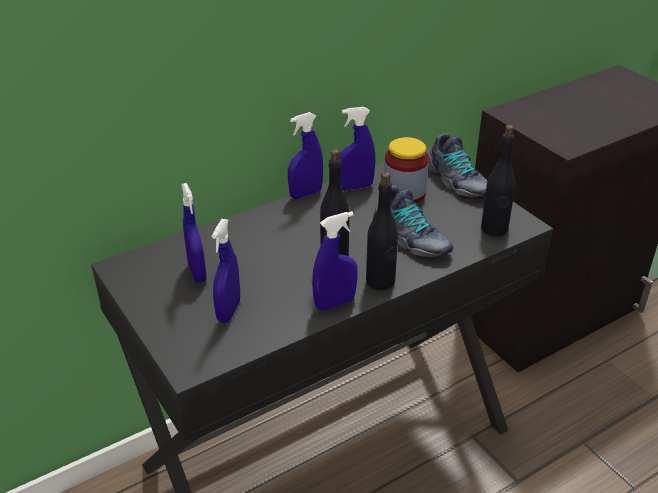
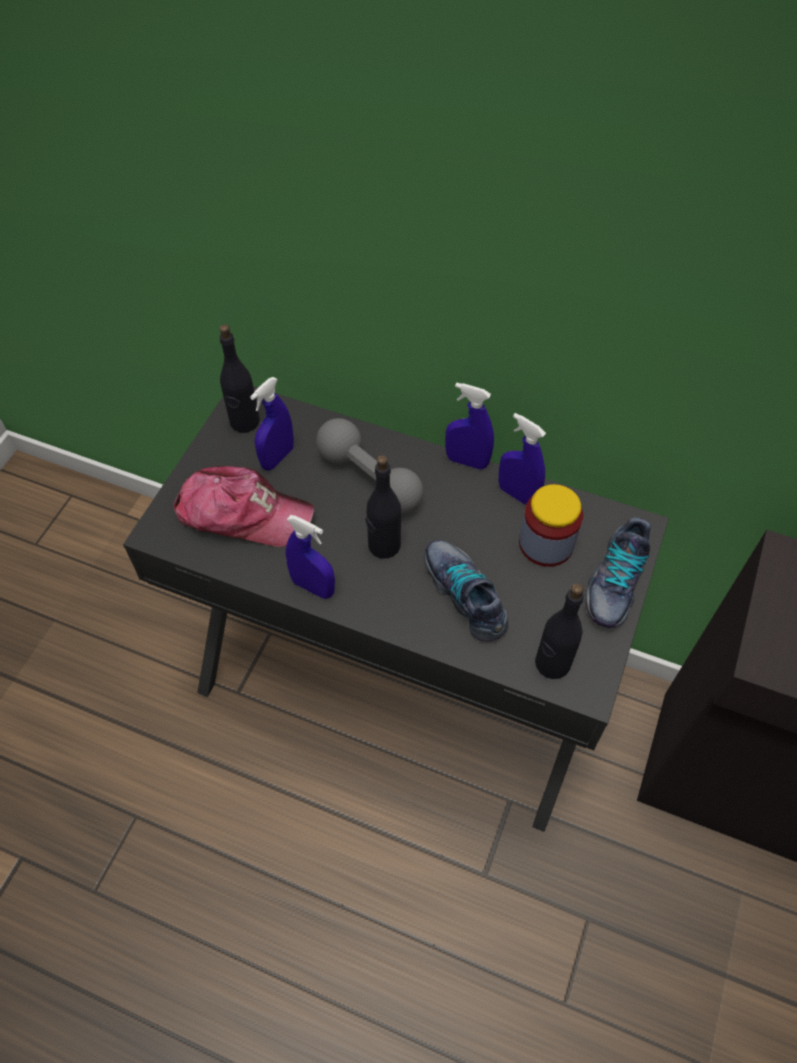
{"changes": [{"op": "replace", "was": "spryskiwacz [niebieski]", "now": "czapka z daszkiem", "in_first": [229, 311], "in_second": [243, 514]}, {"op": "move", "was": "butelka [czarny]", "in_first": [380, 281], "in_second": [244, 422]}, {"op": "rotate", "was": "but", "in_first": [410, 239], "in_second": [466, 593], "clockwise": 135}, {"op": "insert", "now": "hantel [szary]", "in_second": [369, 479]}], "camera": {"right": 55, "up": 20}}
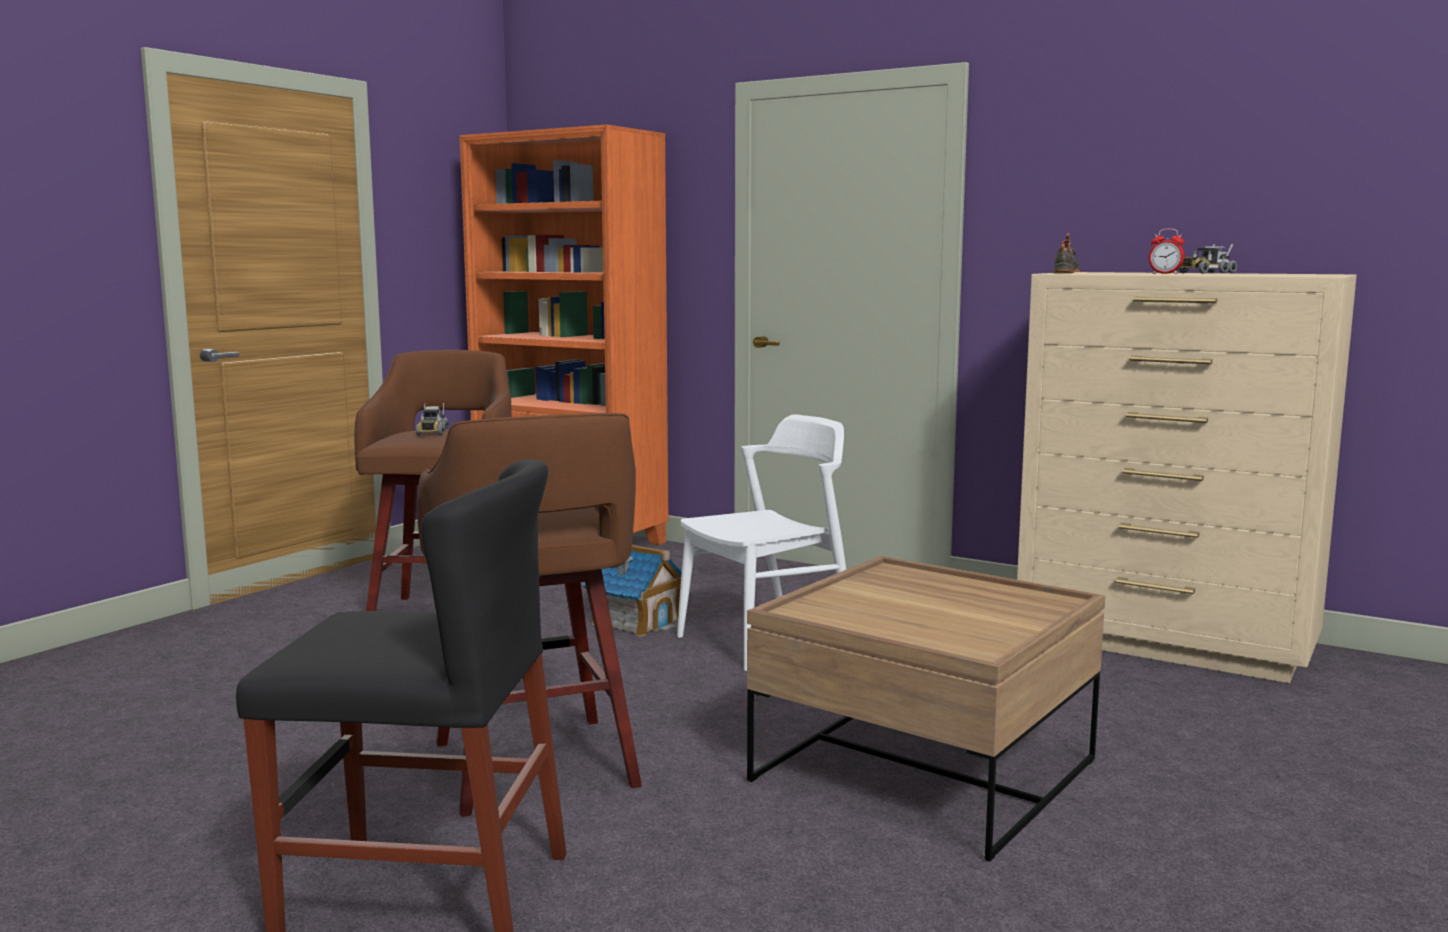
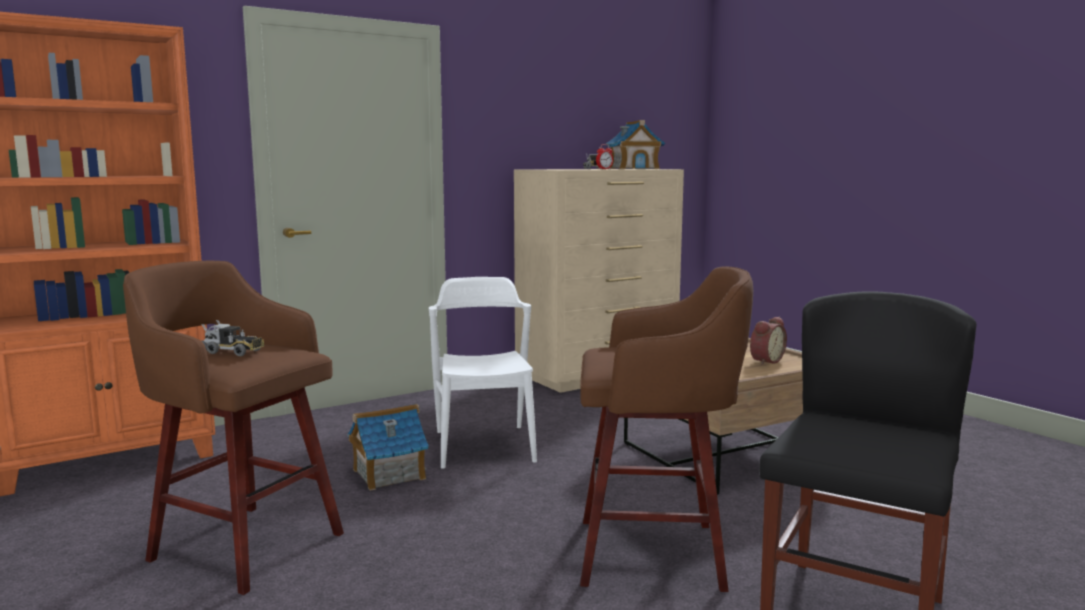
{"changes": [{"op": "delete", "was": "but [czarny]", "in_first": [1066, 273]}, {"op": "insert", "now": "domek", "in_second": [634, 168]}, {"op": "insert", "now": "budzik", "in_second": [765, 361]}], "camera": {"right": -65, "up": 0}}
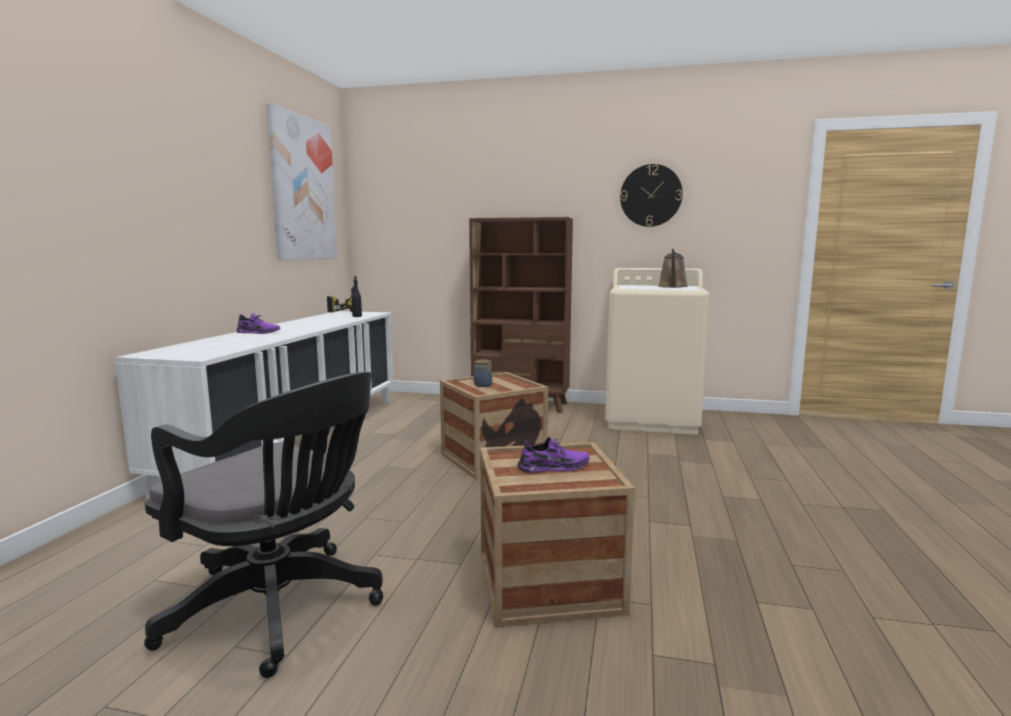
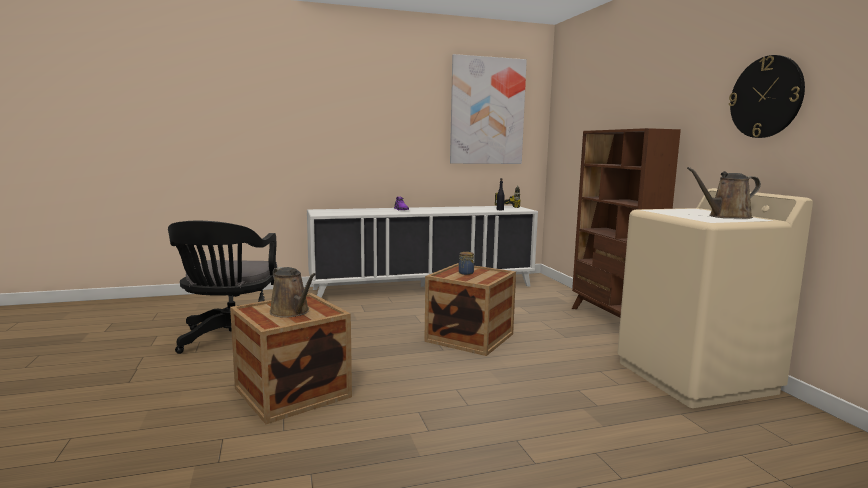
{"changes": [{"op": "replace", "was": "but [fioletowy]", "now": "konewka [brązowy]", "in_first": [554, 467], "in_second": [291, 312]}], "camera": {"right": 60, "up": 0}}
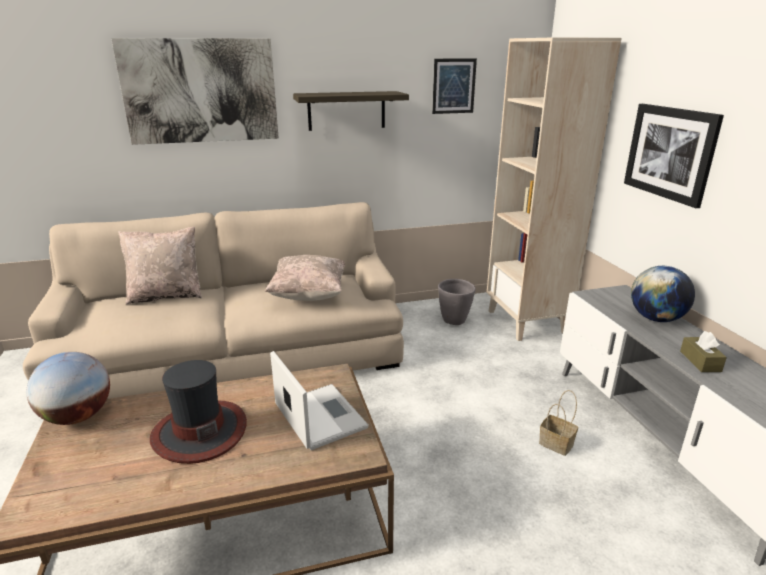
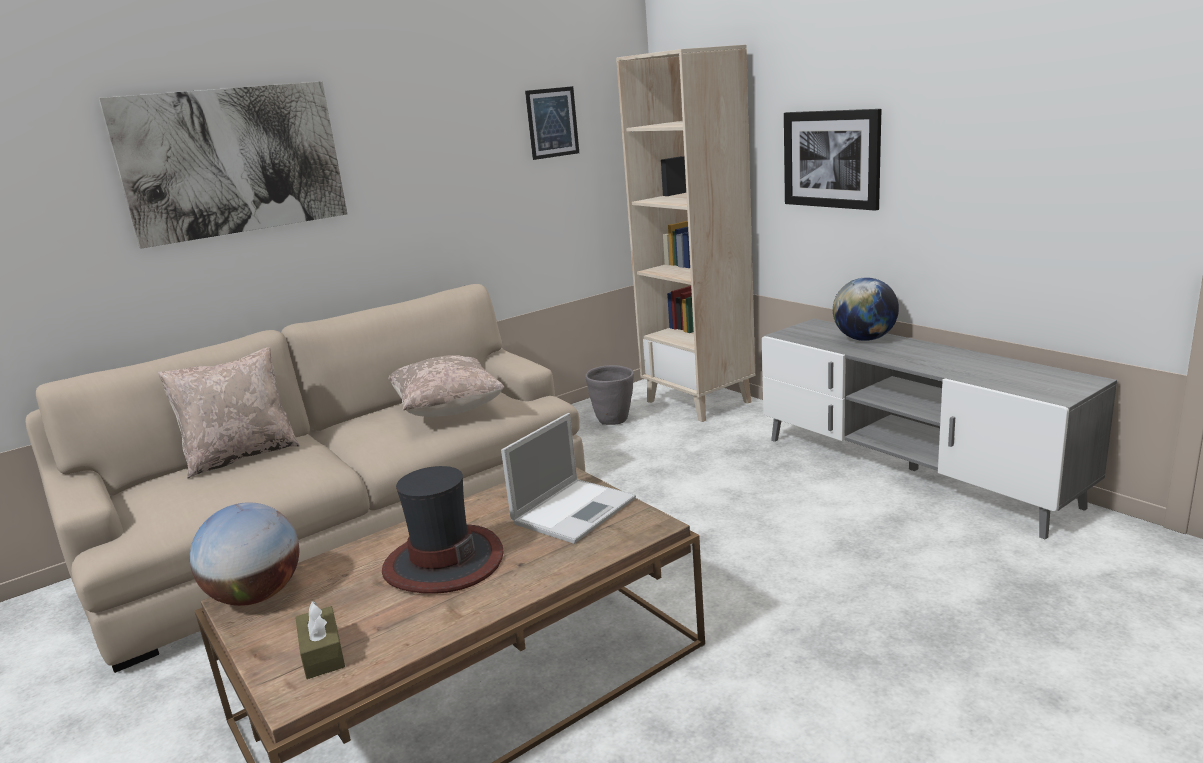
{"changes": [{"op": "rotate", "was": "laptop", "in_first": [319, 415], "in_second": [575, 510], "clockwise": 90}, {"op": "delete", "was": "półka", "in_first": [346, 110]}, {"op": "delete", "was": "koszyk", "in_first": [557, 444]}, {"op": "move", "was": "pudełko chusteczek [brązowy]", "in_first": [700, 361], "in_second": [322, 653]}], "camera": {"right": -20, "up": -5}}
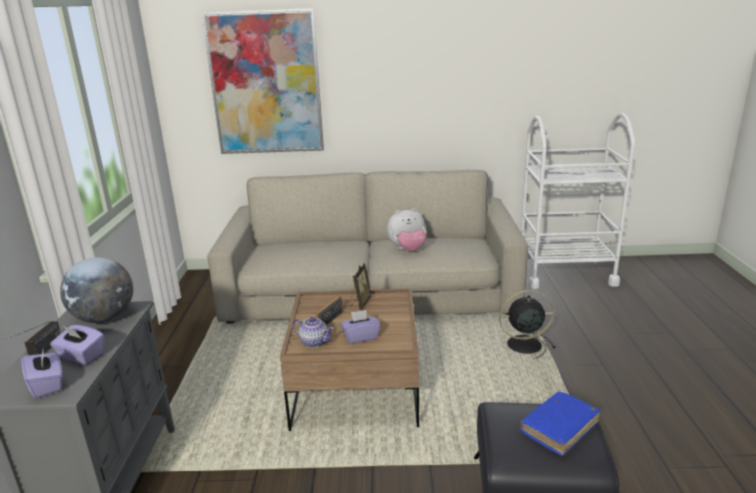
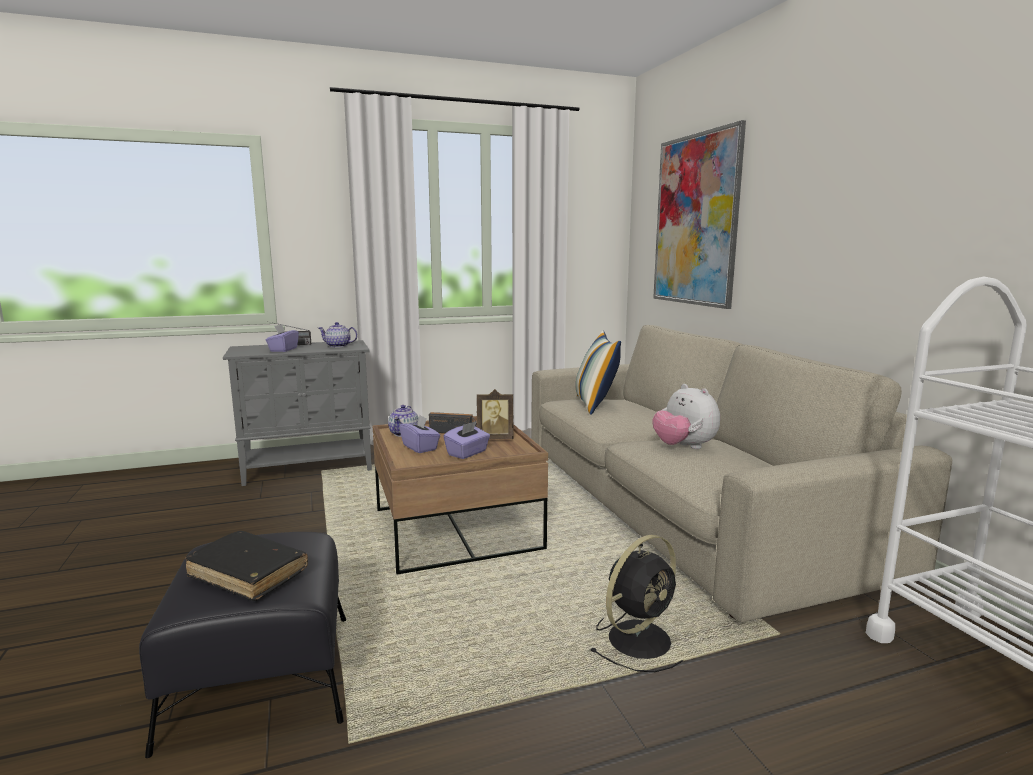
{"changes": [{"op": "move", "was": "pudełko chusteczek [fioletowy]", "in_first": [47, 385], "in_second": [467, 453]}, {"op": "replace", "was": "globus", "now": "imbryk", "in_first": [104, 318], "in_second": [338, 346]}, {"op": "rotate", "was": "wentylator [czarny]", "in_first": [522, 345], "in_second": [641, 639], "clockwise": 75}, {"op": "recolor", "was": "książka [niebieski]", "now": "książka [czarny]", "in_first": [559, 428], "in_second": [248, 574]}, {"op": "insert", "now": "poduszka", "in_second": [595, 404]}], "camera": {"right": 70, "up": -10}}
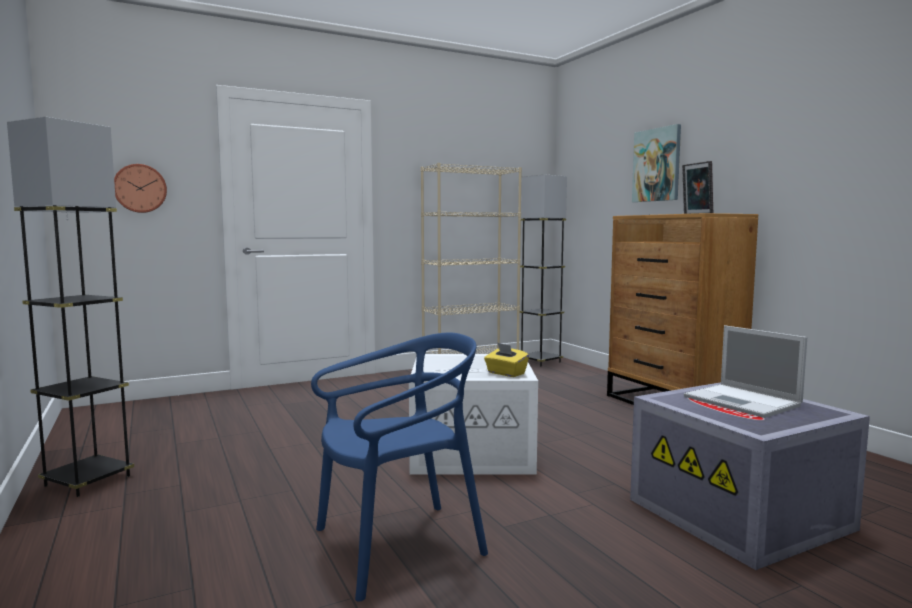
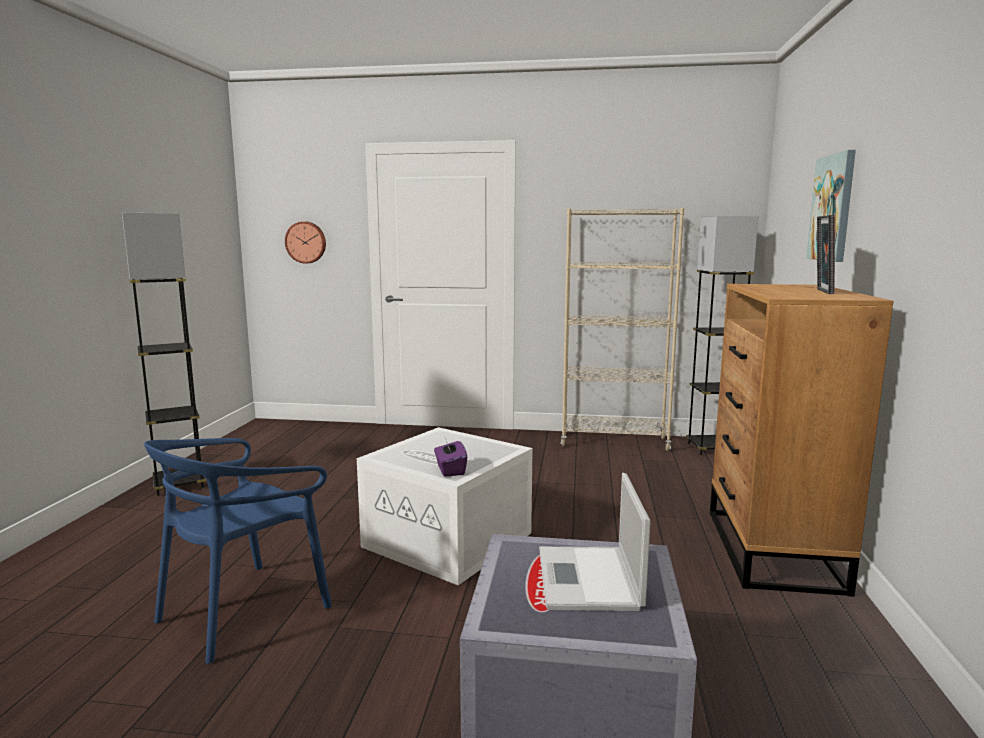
{"changes": [{"op": "rotate", "was": "krzesło [niebieski]", "in_first": [398, 546], "in_second": [243, 610], "clockwise": 120}, {"op": "recolor", "was": "pudełko chusteczek [żółty]", "now": "pudełko chusteczek [fioletowy]", "in_first": [506, 373], "in_second": [450, 470]}], "camera": {"right": 35, "up": 5}}
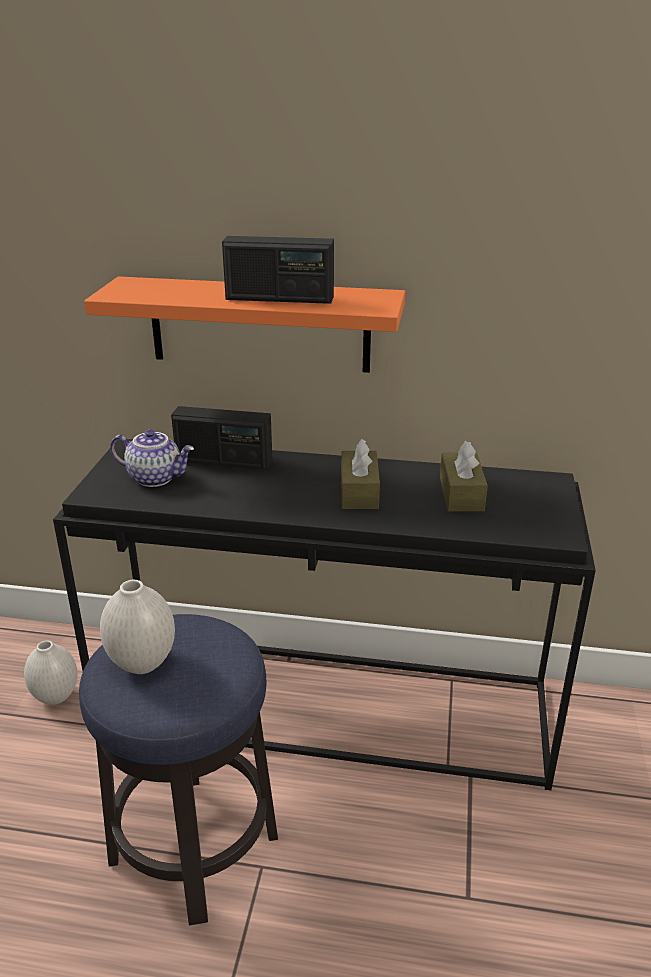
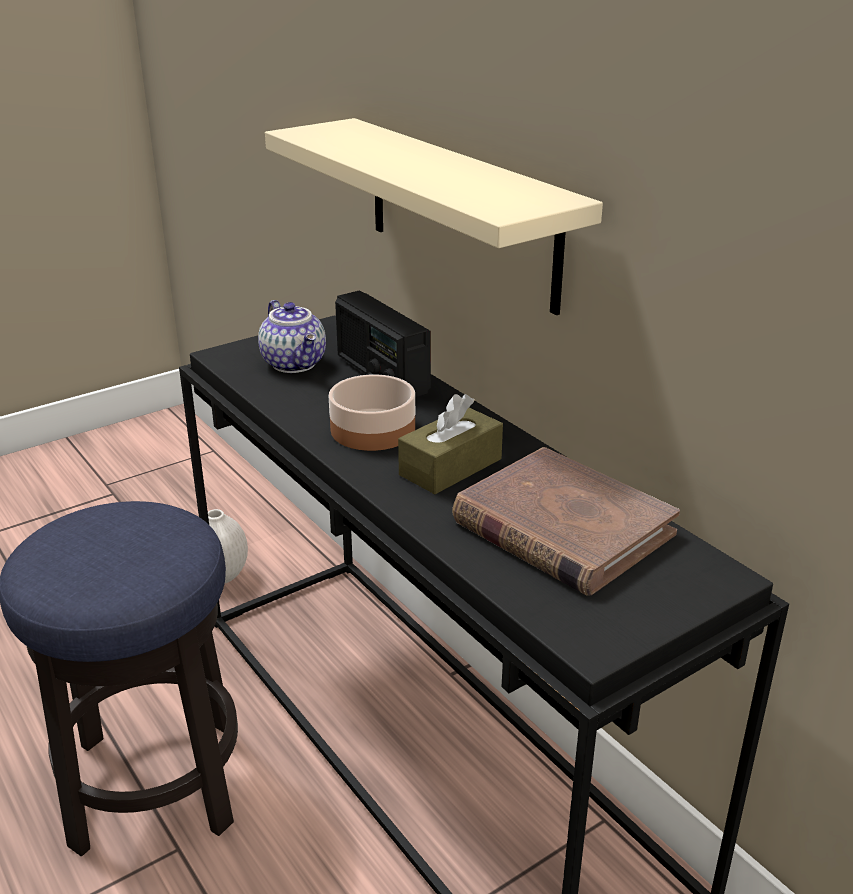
{"changes": [{"op": "recolor", "was": "półka [pomarańczowy]", "now": "półka [beżowy]", "in_first": [259, 324], "in_second": [460, 212]}, {"op": "delete", "was": "wazon [biały]", "in_first": [142, 664]}, {"op": "delete", "was": "radio", "in_first": [279, 298]}, {"op": "replace", "was": "pudełko chusteczek [brązowy]", "now": "książka [brązowy]", "in_first": [461, 494], "in_second": [561, 528]}, {"op": "insert", "now": "miska", "in_second": [373, 429]}], "camera": {"right": 45, "up": 0}}
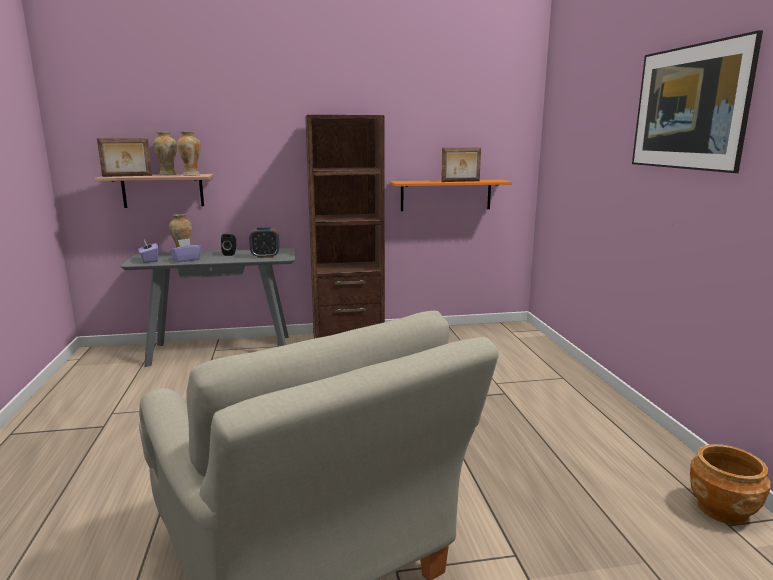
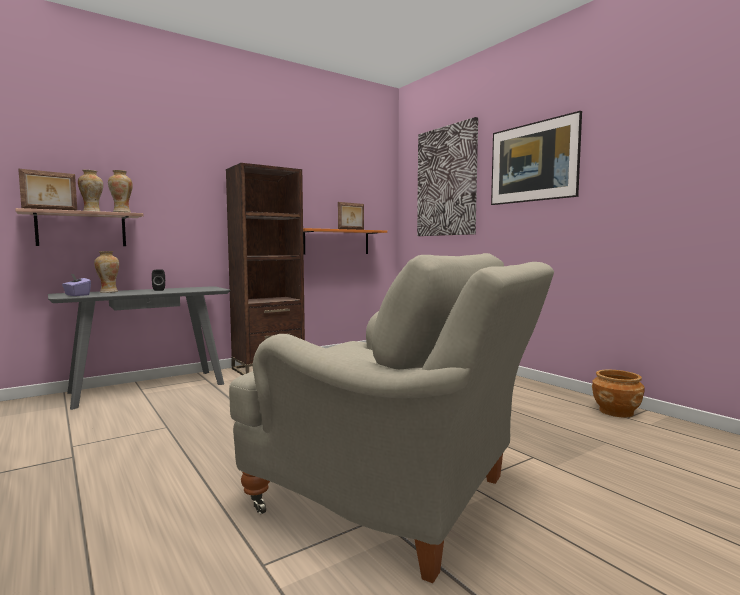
{"changes": [{"op": "delete", "was": "pudełko chusteczek [fioletowy]", "in_first": [186, 260]}, {"op": "delete", "was": "budzik", "in_first": [265, 256]}, {"op": "insert", "now": "obraz", "in_second": [446, 181]}], "camera": {"right": -25, "up": -10}}
